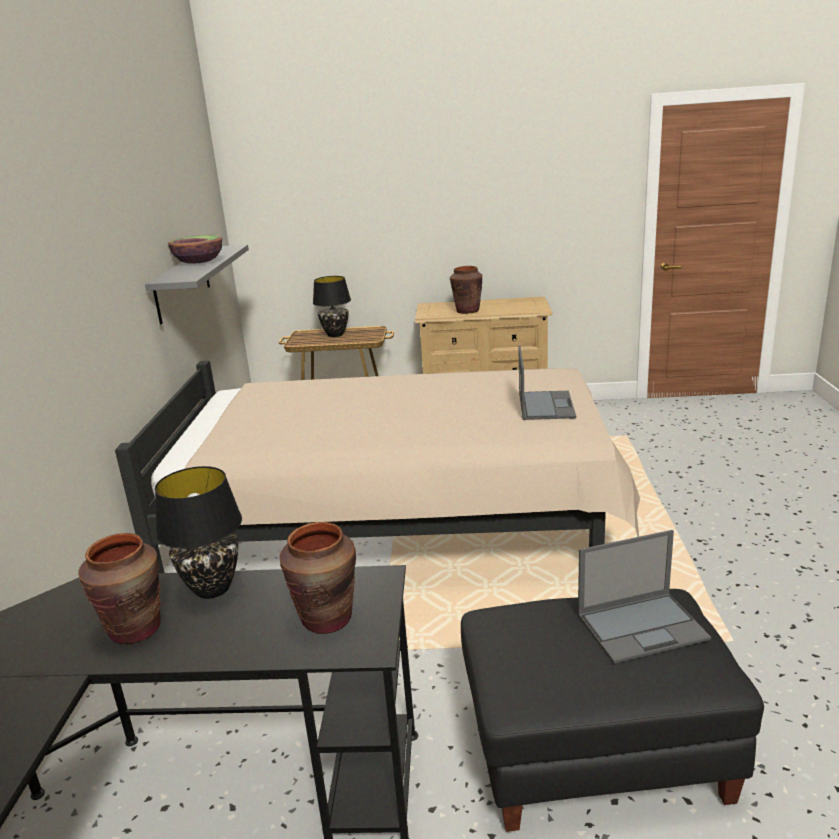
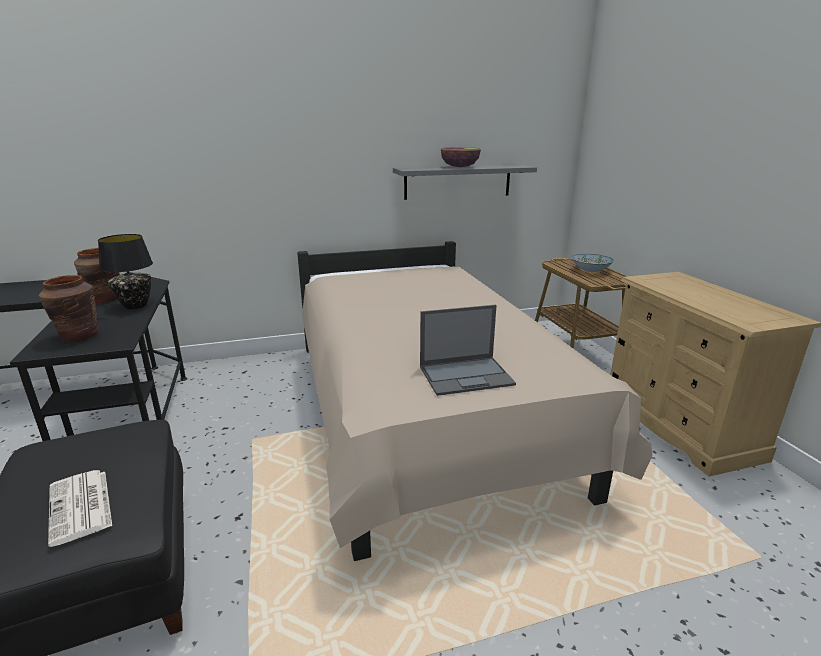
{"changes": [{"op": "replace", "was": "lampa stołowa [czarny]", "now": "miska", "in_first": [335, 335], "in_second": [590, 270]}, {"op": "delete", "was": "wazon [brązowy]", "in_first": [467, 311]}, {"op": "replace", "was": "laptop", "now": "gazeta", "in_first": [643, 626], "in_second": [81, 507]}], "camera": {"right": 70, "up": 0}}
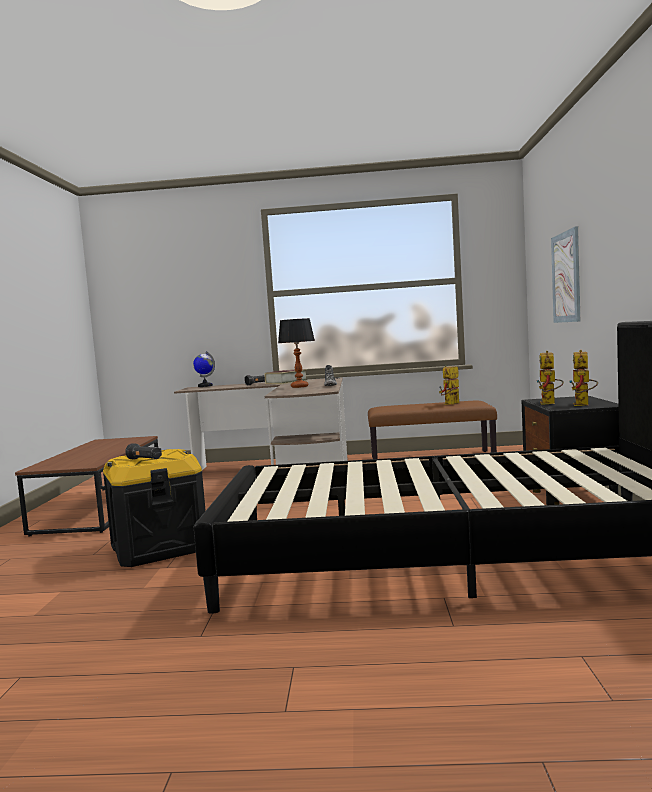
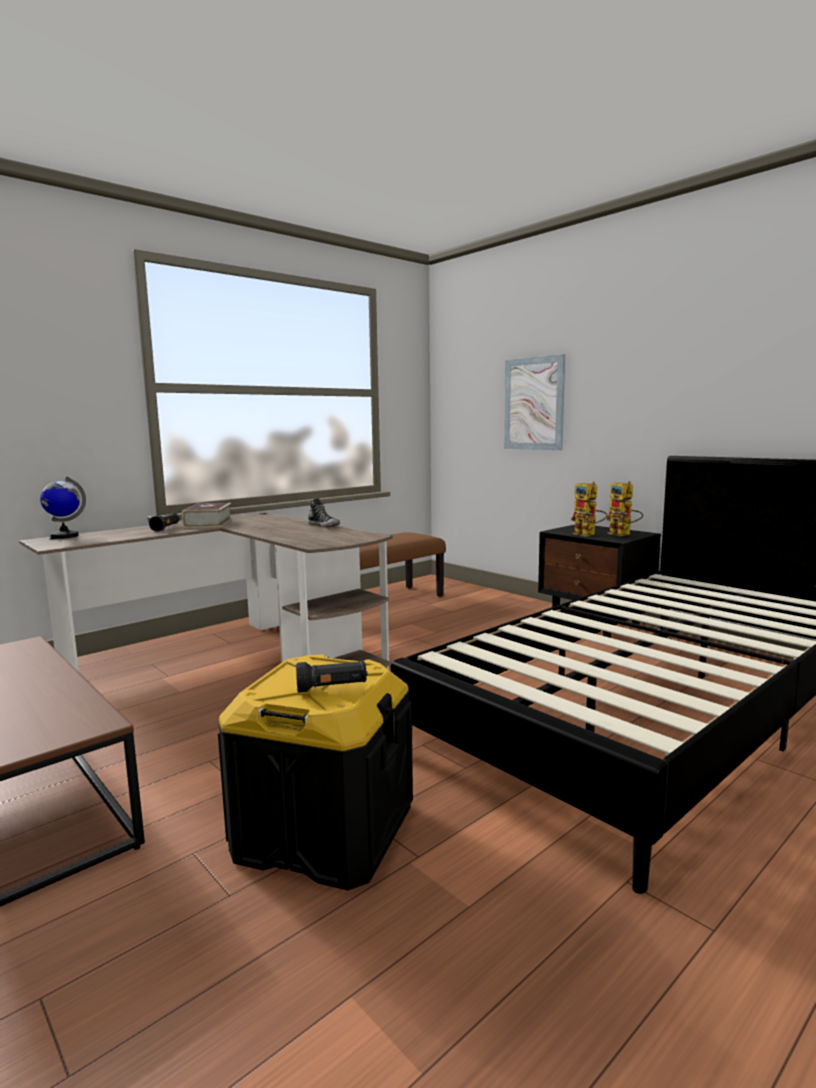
{"changes": [{"op": "delete", "was": "lampa stołowa", "in_first": [299, 386]}, {"op": "delete", "was": "robot zabawkowy", "in_first": [450, 404]}], "camera": {"right": -45, "up": 5}}
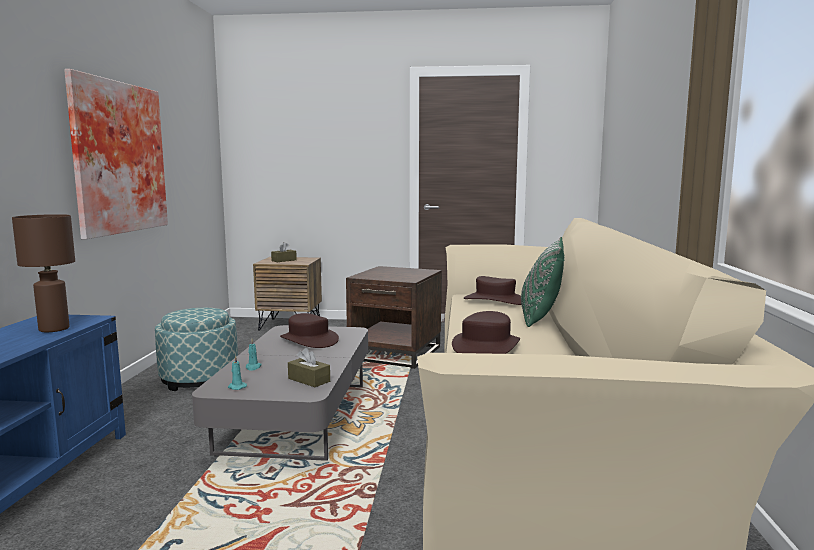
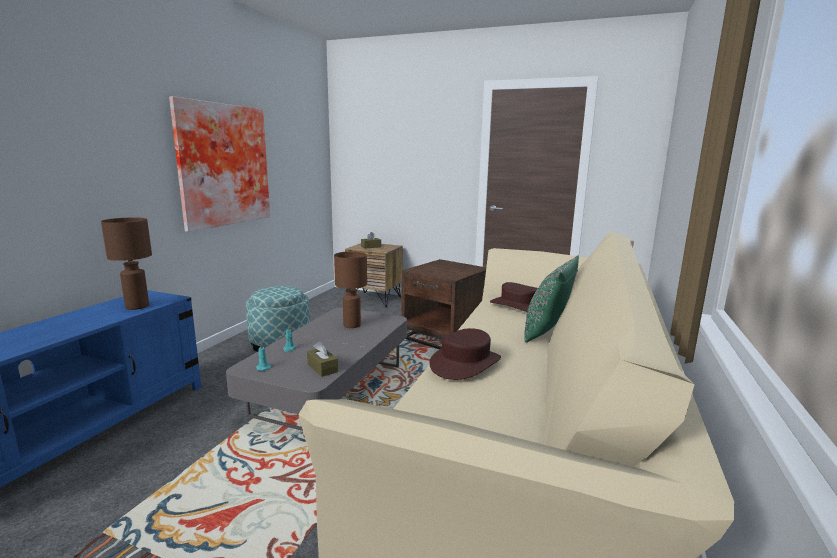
{"changes": [{"op": "replace", "was": "kapelusz [brązowy]", "now": "lampa stołowa [brązowy]", "in_first": [308, 340], "in_second": [351, 325]}], "camera": {"right": 15, "up": 5}}
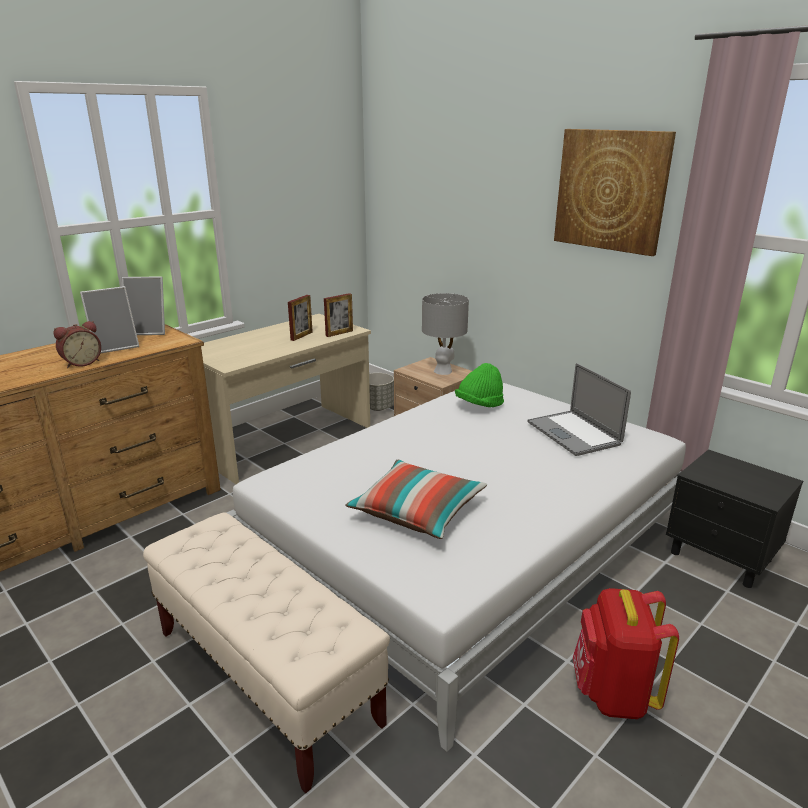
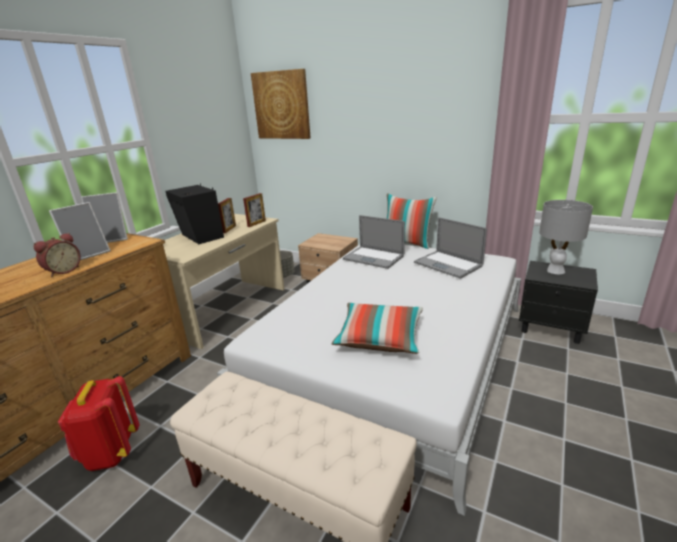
{"changes": [{"op": "move", "was": "lampa stołowa [szary]", "in_first": [443, 371], "in_second": [555, 270]}, {"op": "replace", "was": "kapelusz [zielony]", "now": "laptop", "in_first": [479, 405], "in_second": [373, 257]}, {"op": "move", "was": "obraz", "in_first": [611, 190], "in_second": [281, 105]}, {"op": "move", "was": "plecak [czerwony]", "in_first": [613, 694], "in_second": [110, 453]}, {"op": "insert", "now": "głośnik [czarny]", "in_second": [200, 237]}, {"op": "insert", "now": "poduszka", "in_second": [407, 243]}], "camera": {"right": -15, "up": 0}}
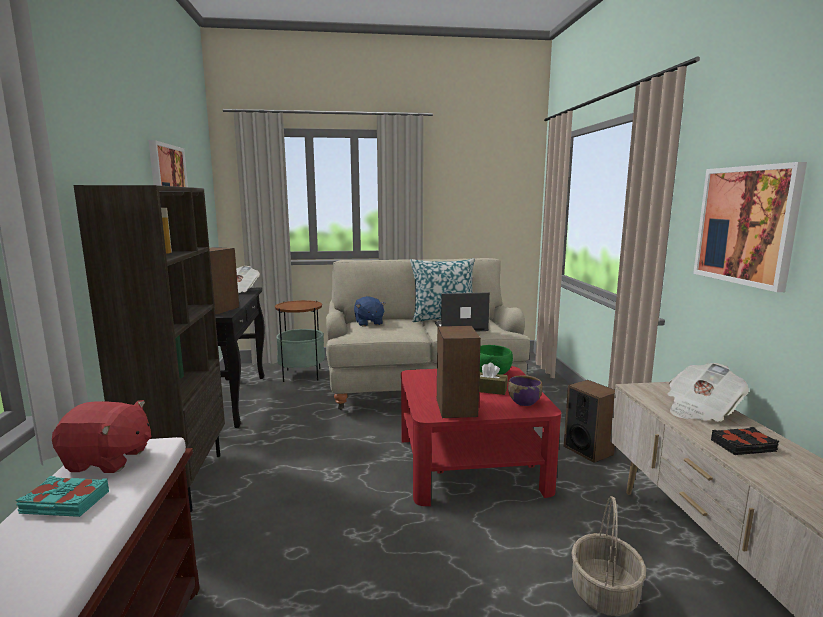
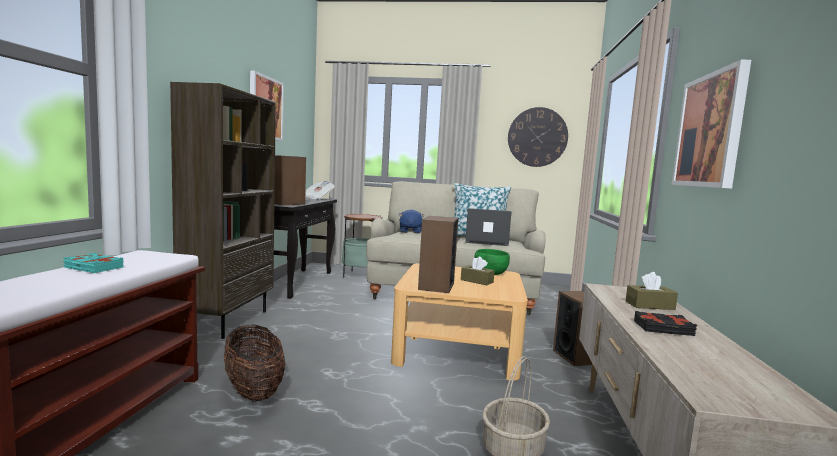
{"changes": [{"op": "delete", "was": "pluszak [czerwony]", "in_first": [108, 460]}, {"op": "recolor", "was": "ława [czerwony]", "now": "ława [beżowy]", "in_first": [471, 463], "in_second": [458, 347]}, {"op": "delete", "was": "miska [fioletowy]", "in_first": [524, 402]}, {"op": "replace", "was": "gazeta", "now": "pudełko chusteczek [brązowy]", "in_first": [700, 410], "in_second": [649, 305]}, {"op": "insert", "now": "koszyk", "in_second": [253, 390]}, {"op": "insert", "now": "zegar ścienny", "in_second": [537, 137]}], "camera": {"right": 15, "up": -5}}
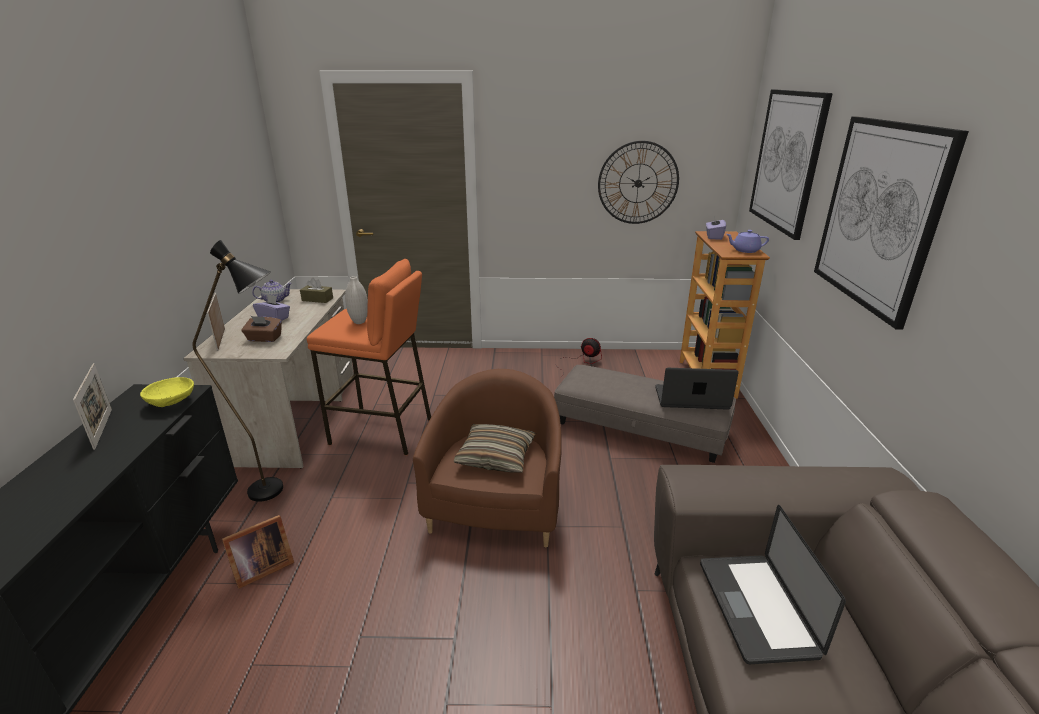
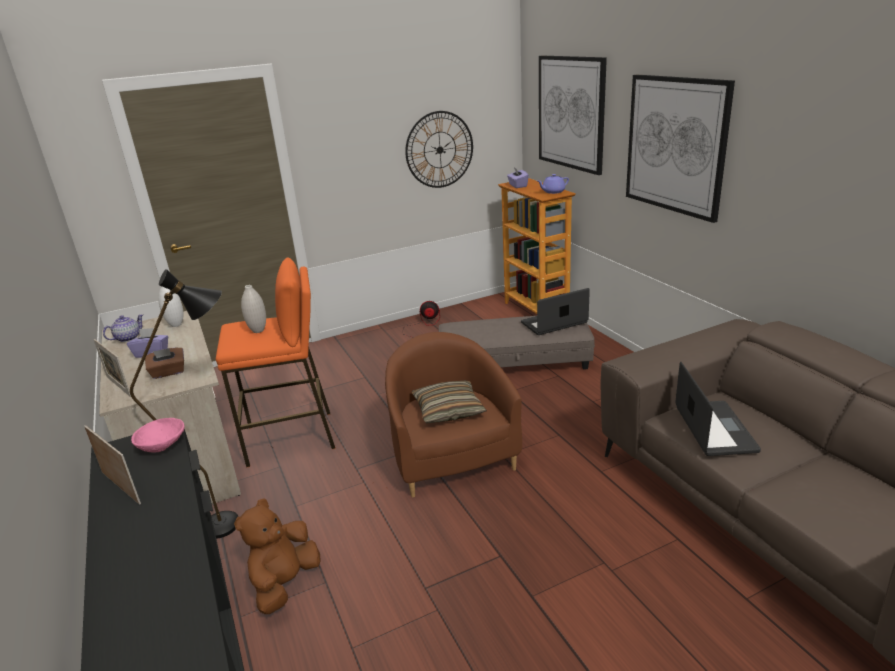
{"changes": [{"op": "recolor", "was": "miska [żółty]", "now": "miska [różowy]", "in_first": [172, 402], "in_second": [163, 445]}, {"op": "replace", "was": "ramka na zdjęcie", "now": "pluszak [brązowy]", "in_first": [260, 569], "in_second": [285, 583]}, {"op": "replace", "was": "pudełko chusteczek [brązowy]", "now": "wazon [biały]", "in_first": [317, 299], "in_second": [176, 325]}, {"op": "rotate", "was": "laptop", "in_first": [756, 607], "in_second": [714, 429], "clockwise": -150}], "camera": {"right": -25, "up": 0}}
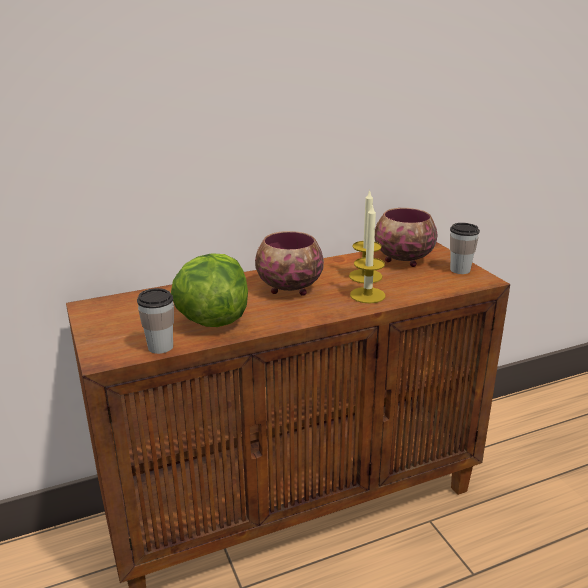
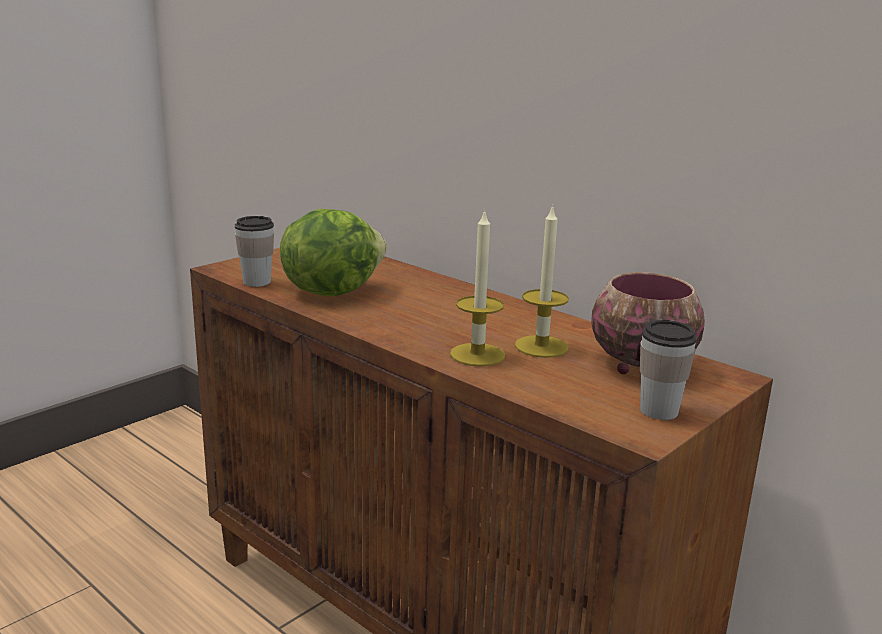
{"changes": [{"op": "delete", "was": "miska", "in_first": [288, 289]}], "camera": {"right": 65, "up": -5}}
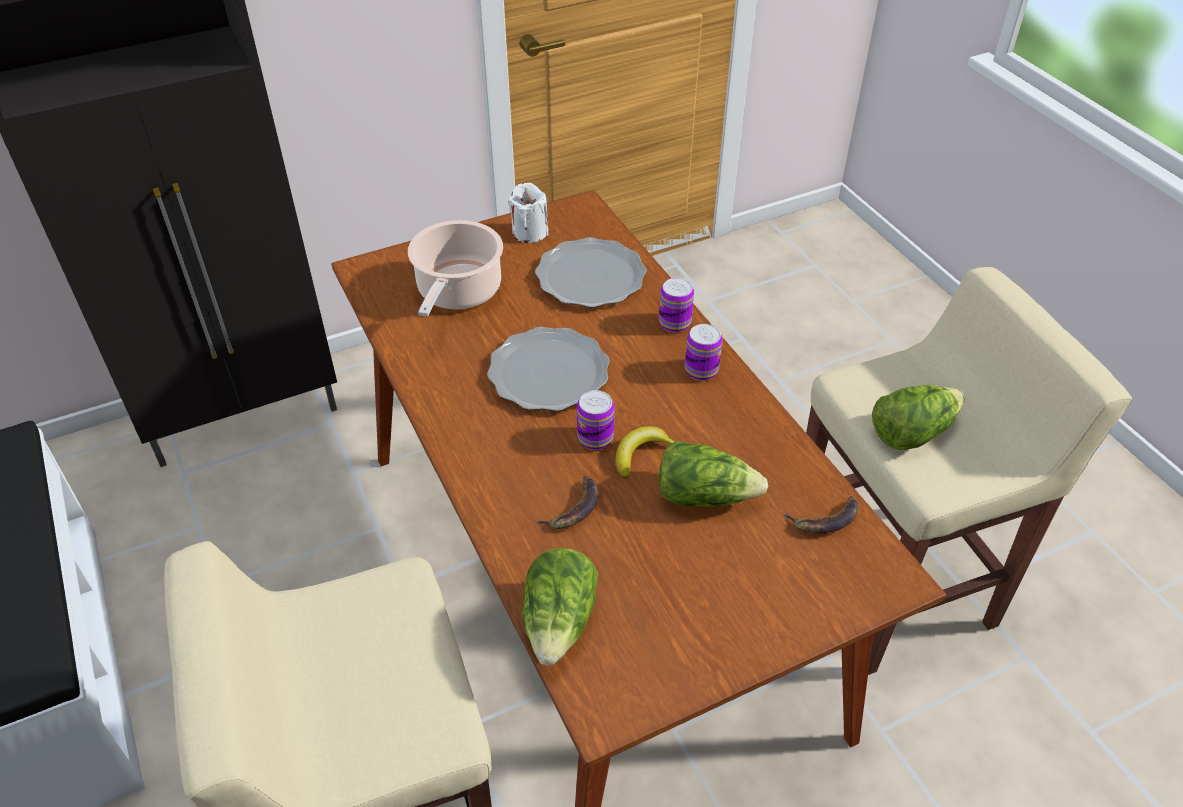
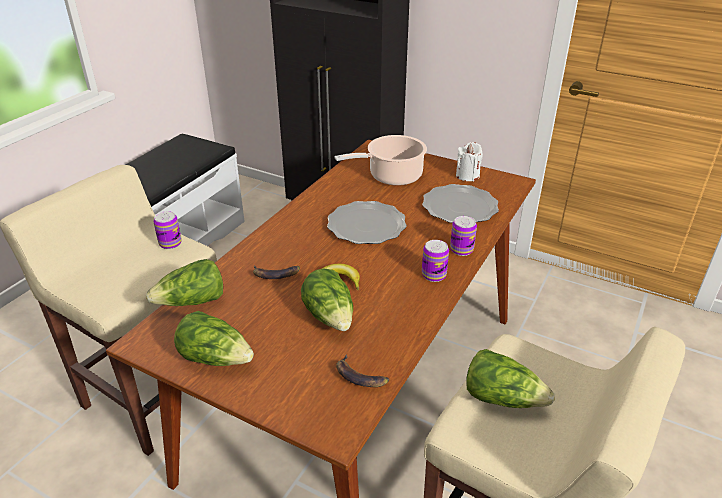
{"changes": [{"op": "move", "was": "puszka", "in_first": [595, 438], "in_second": [170, 243]}, {"op": "insert", "now": "sałata", "in_second": [216, 358]}], "camera": {"right": 55, "up": -10}}
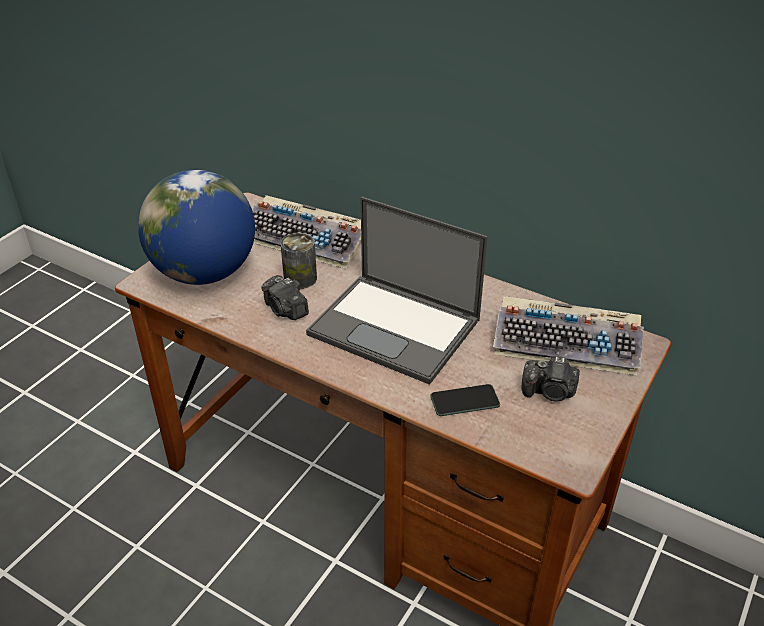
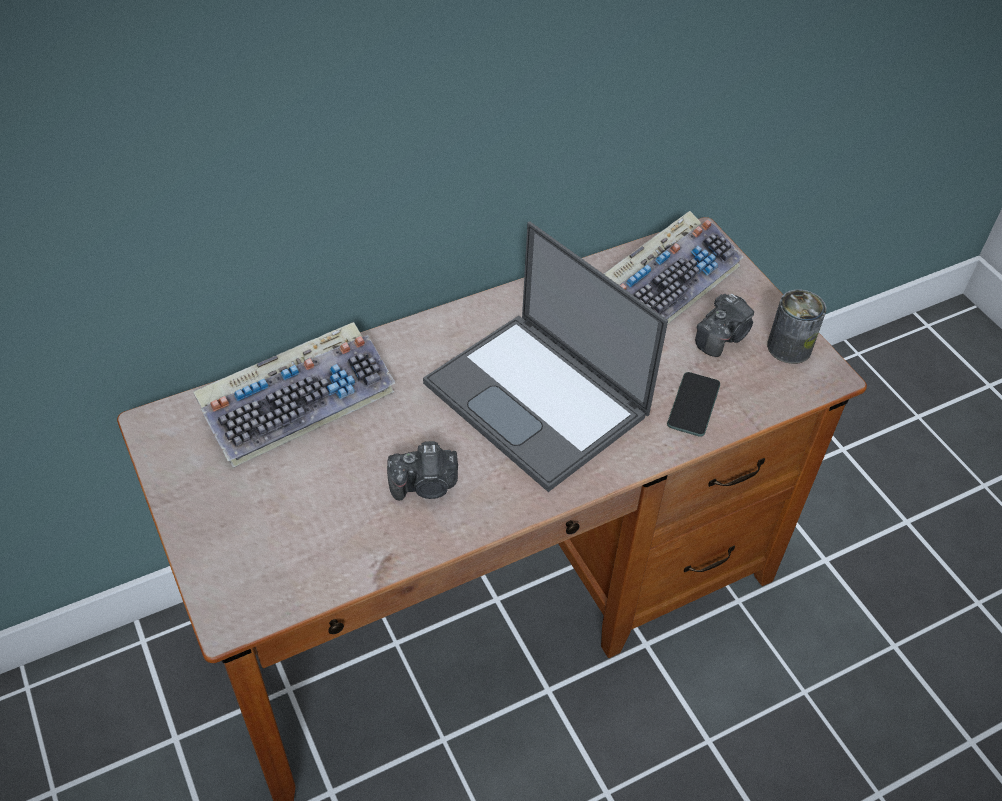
{"changes": [{"op": "delete", "was": "globus", "in_first": [205, 273]}, {"op": "move", "was": "puszka", "in_first": [300, 278], "in_second": [789, 347]}, {"op": "rotate", "was": "laptop", "in_first": [396, 327], "in_second": [538, 400], "clockwise": 75}], "camera": {"right": -60, "up": 10}}
